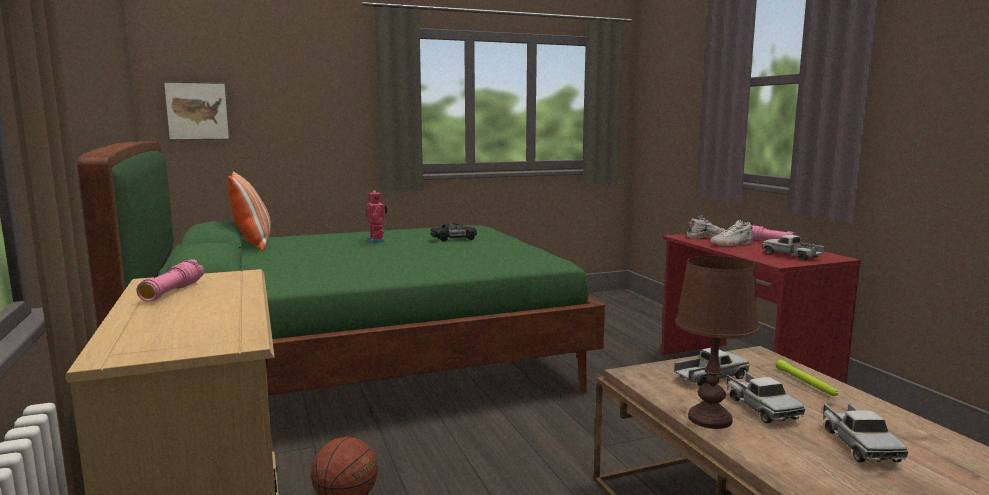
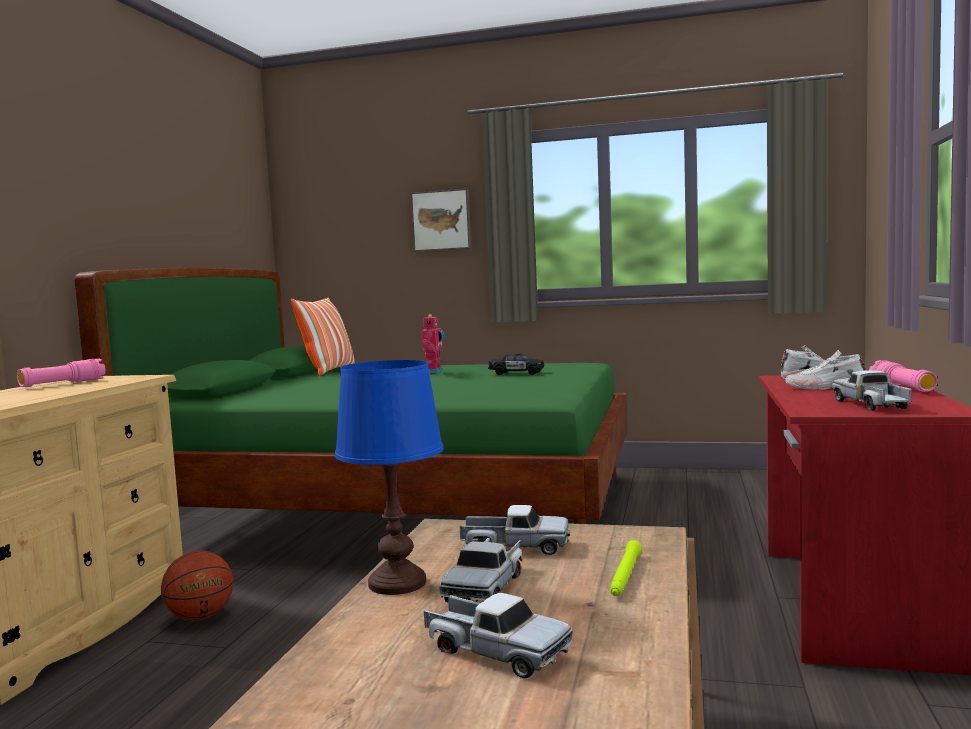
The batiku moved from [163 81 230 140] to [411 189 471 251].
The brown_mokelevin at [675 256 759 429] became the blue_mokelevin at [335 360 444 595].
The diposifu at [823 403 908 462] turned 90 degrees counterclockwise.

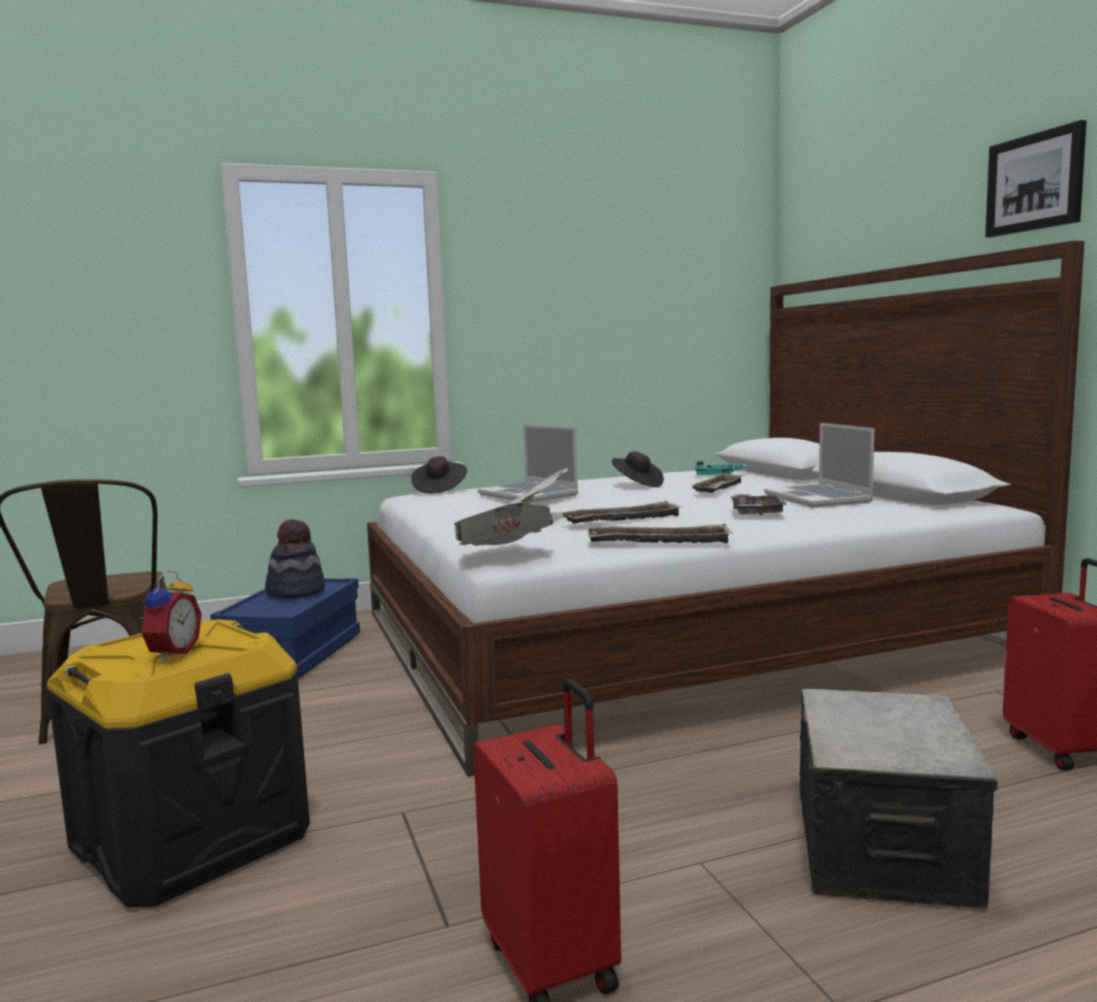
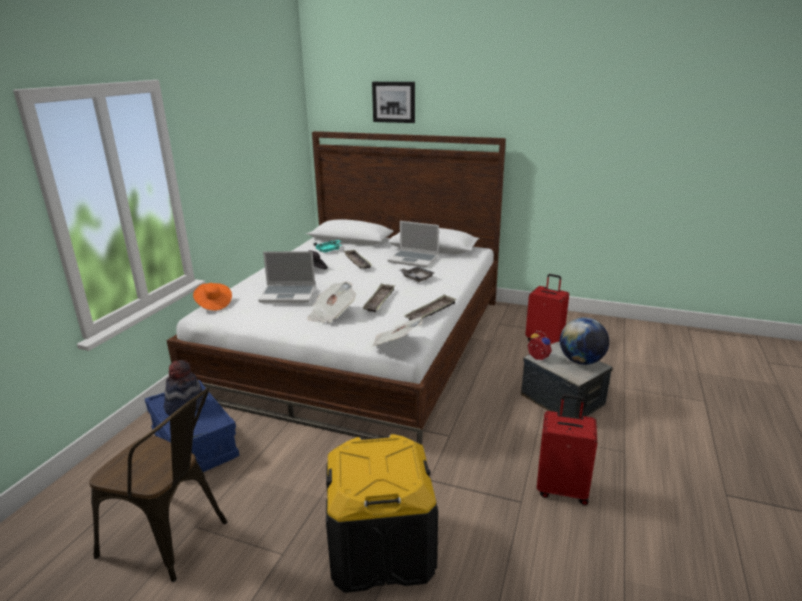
The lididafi moved from [137 570 201 661] to [528 331 552 361].
The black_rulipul at [411 456 467 494] became the orange_rulipul at [193 283 232 311].
The batiku moved from [985 120 1087 237] to [372 82 415 123].
The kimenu at [560 317 609 365] appeared.

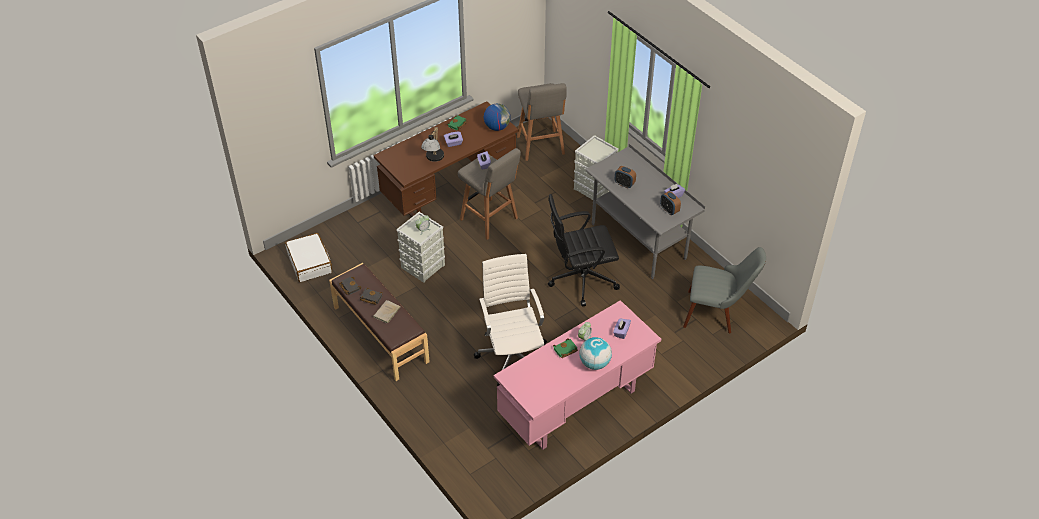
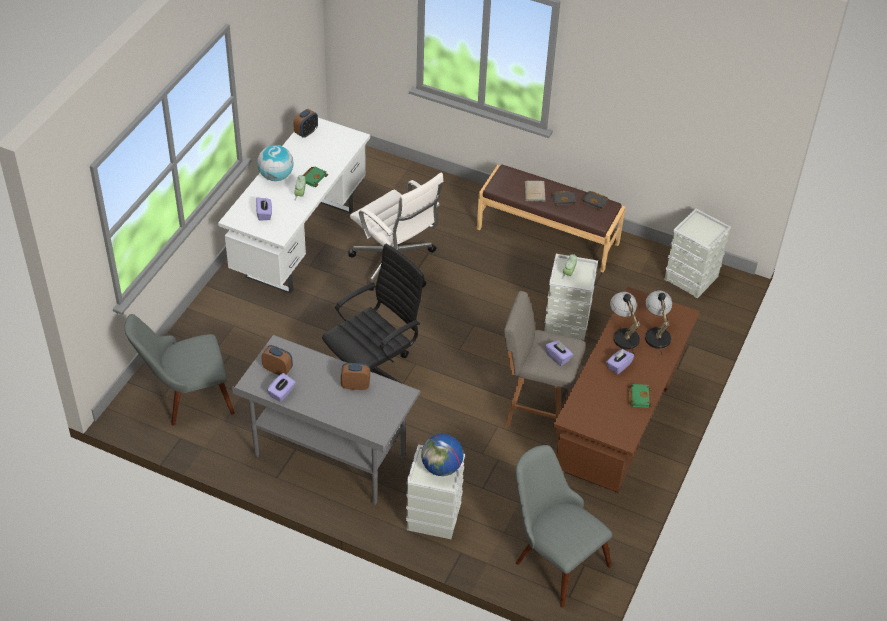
The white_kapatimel at [285 233 332 282] was replaced by the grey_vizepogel at [664 208 731 298].
The kimenu moved from [484 104 511 131] to [421 434 464 476].
The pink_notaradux at [494 300 661 450] became the white_notaradux at [218 118 370 294].
The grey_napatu at [517 83 567 161] was replaced by the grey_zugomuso at [515 445 612 608].
The lididafi at [293 109 318 138] appeared.
The mokelevin at [645 291 672 354] appeared.

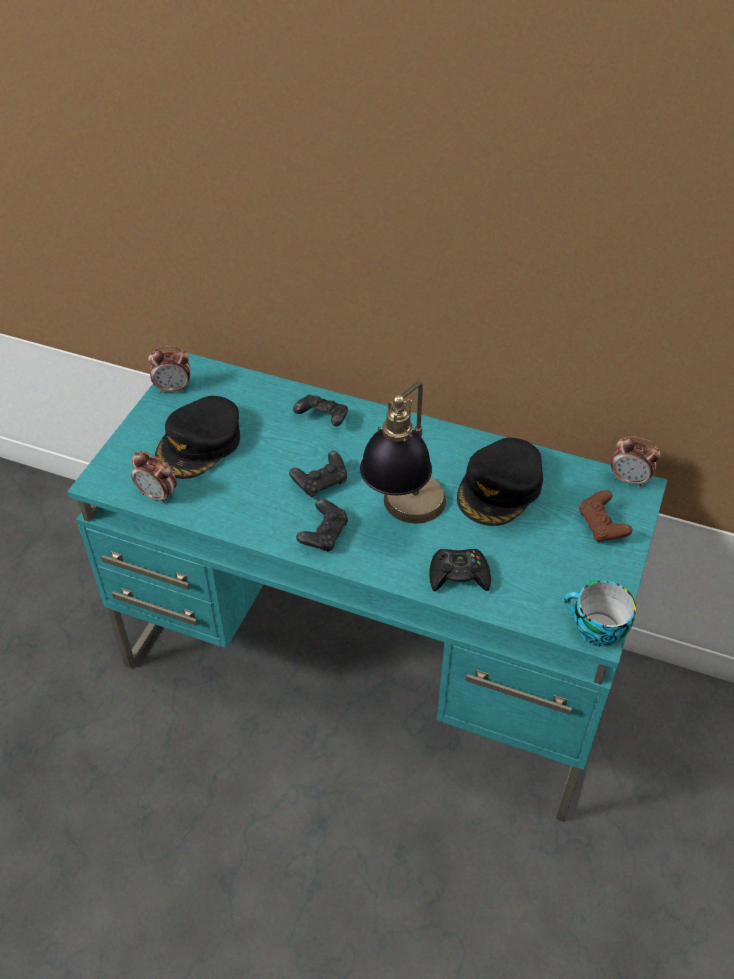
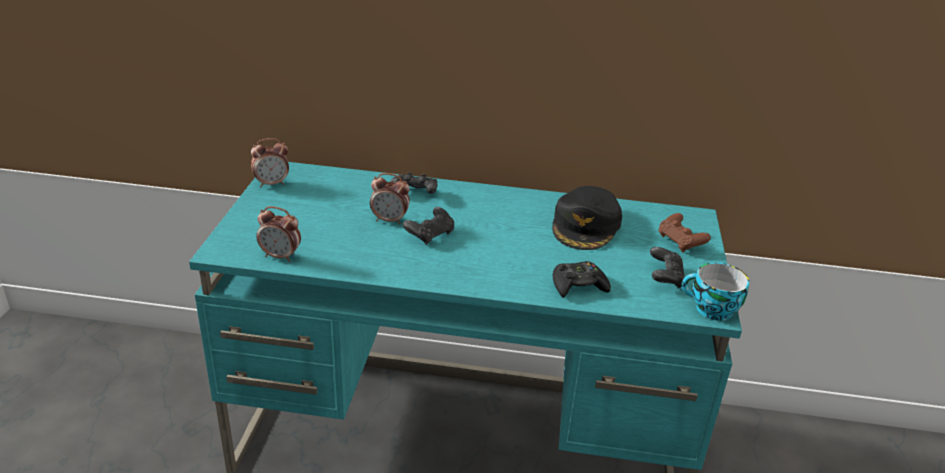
The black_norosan at [155 396 240 479] disappeared.
The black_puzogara moved from [296 499 348 552] to [650 247 685 288].
The mokelevin at [360 382 446 524] disappeared.
The lididafi moved from [611 436 661 488] to [370 173 410 225].

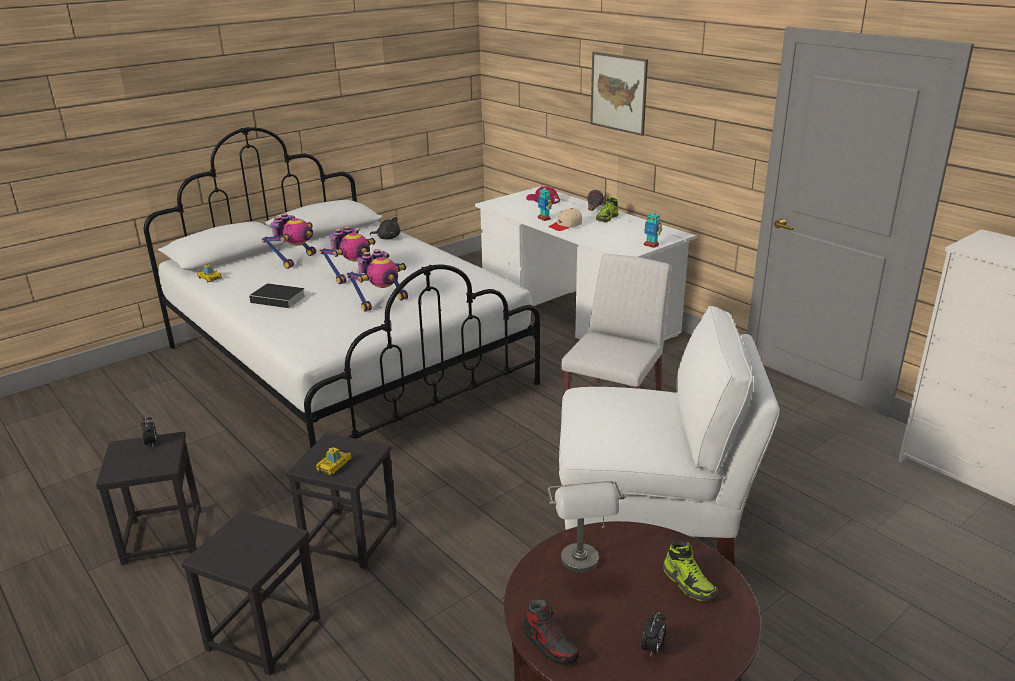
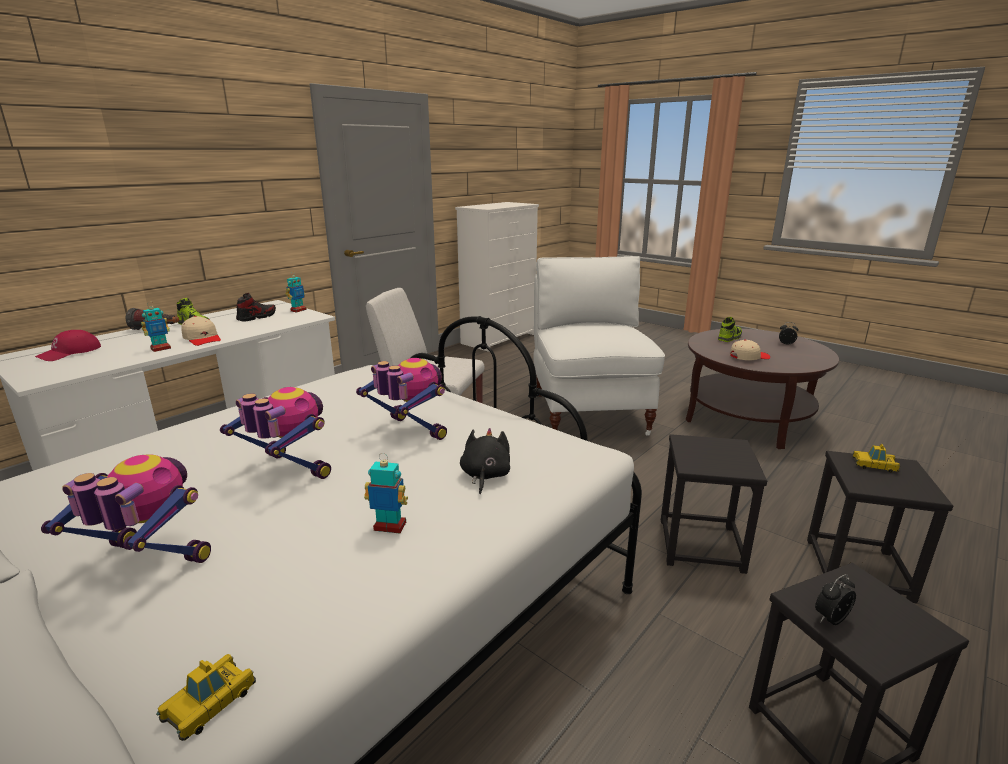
The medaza at [249 283 305 308] was replaced by the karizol at [364 453 408 533].
The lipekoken moved from [316 447 352 476] to [852 444 900 473].
The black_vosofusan moved from [370 217 400 239] to [460 428 510 494].
The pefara moved from [522 600 579 665] to [236 293 276 321].
The grey_mokelevin at [547 481 624 573] was replaced by the beige_norosan at [730 340 770 360].
The batiku at [590 52 648 136] disappeared.

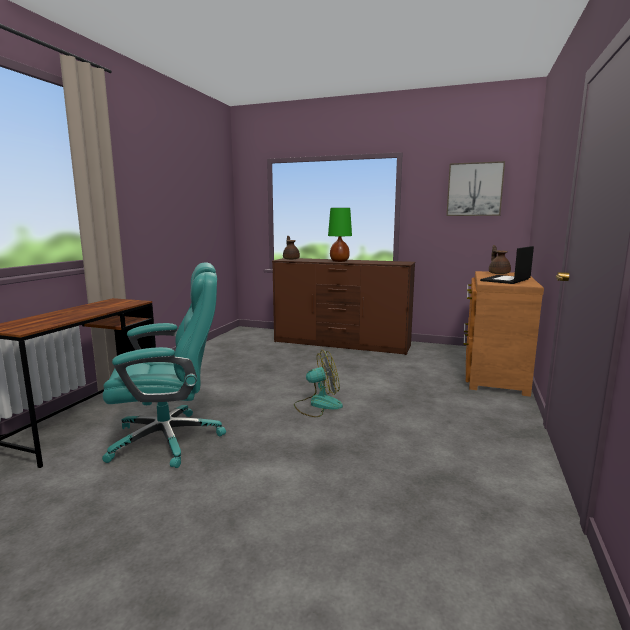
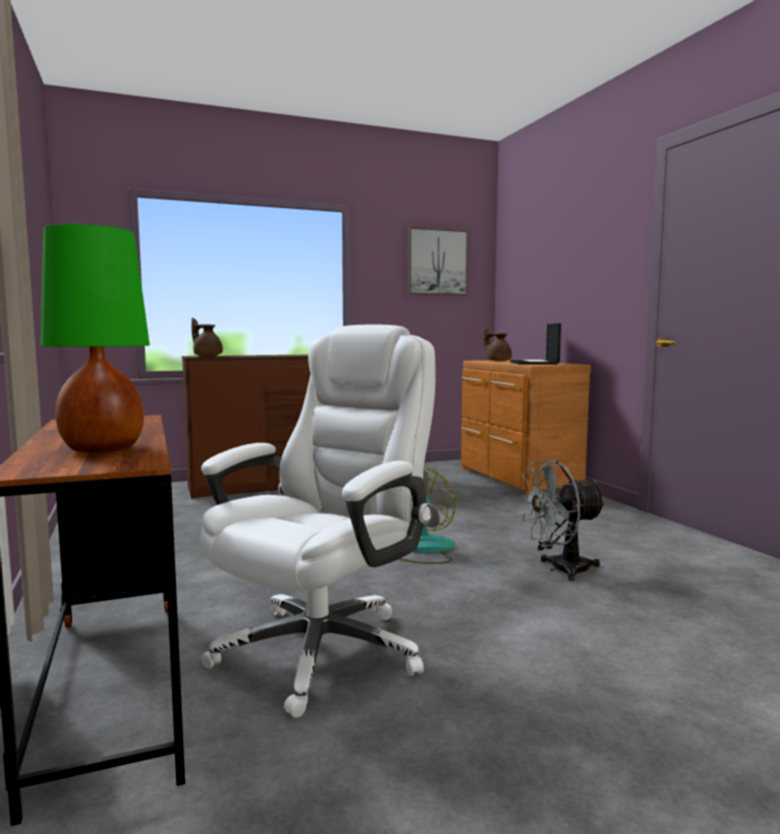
The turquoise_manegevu at [102 262 226 468] became the white_manegevu at [200 324 436 718].
The green_mokelevin moved from [328 208 352 262] to [41 224 150 453].
The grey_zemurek at [519 460 607 581] appeared.

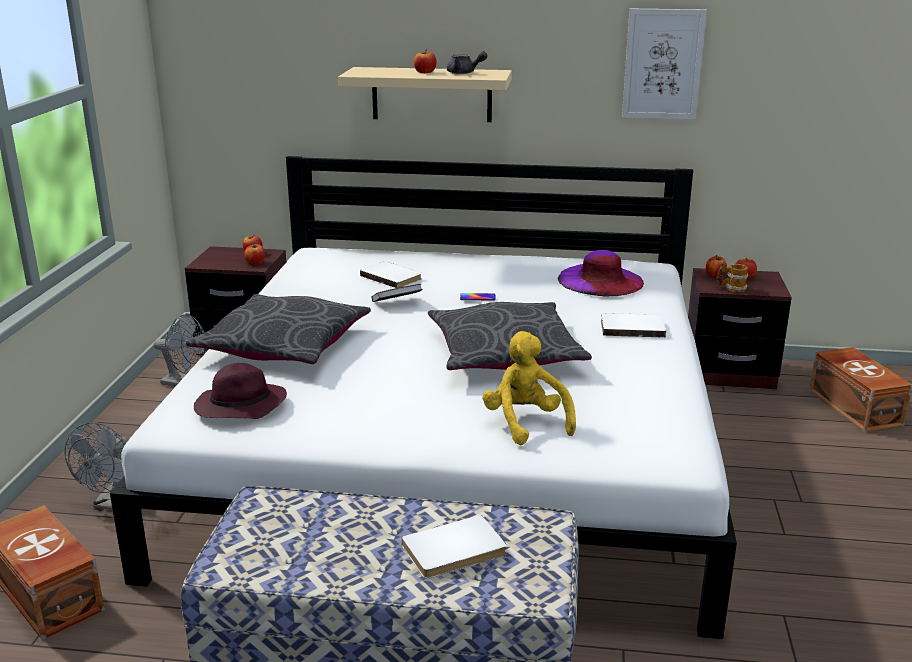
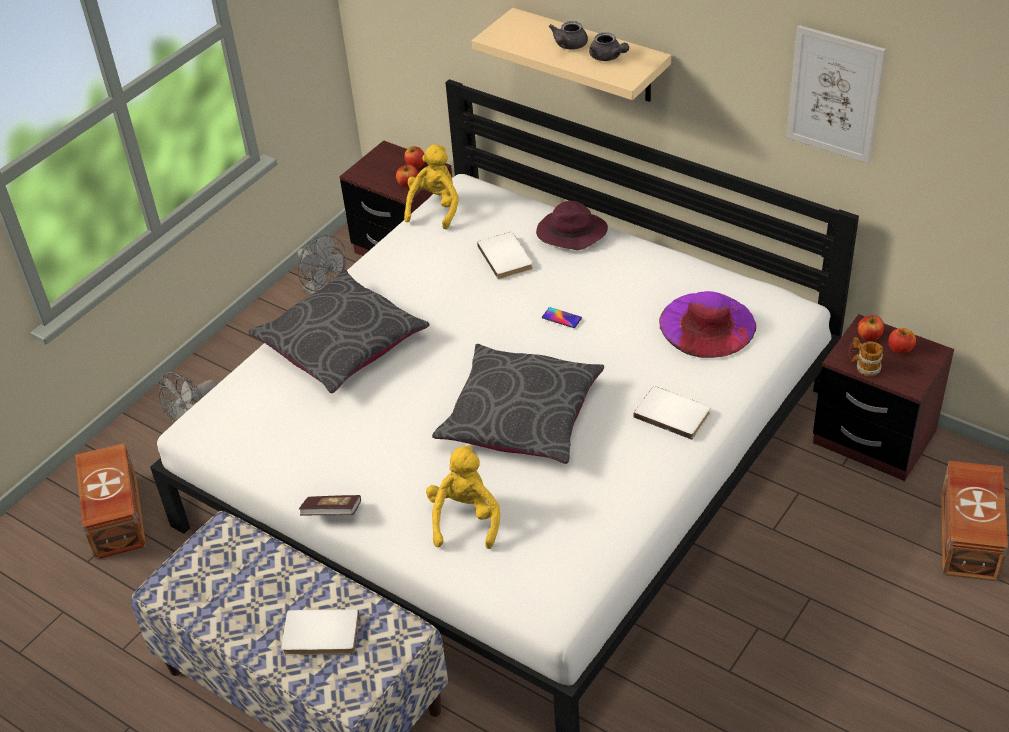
The purple_rulipul moved from [194 363 287 419] to [536 201 608 250].
The medaza moved from [372 284 423 302] to [299 495 361 515].
The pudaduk at [413 49 437 73] was replaced by the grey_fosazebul at [549 21 588 50].
The yellow_vosofusan at [404 145 459 229] appeared.

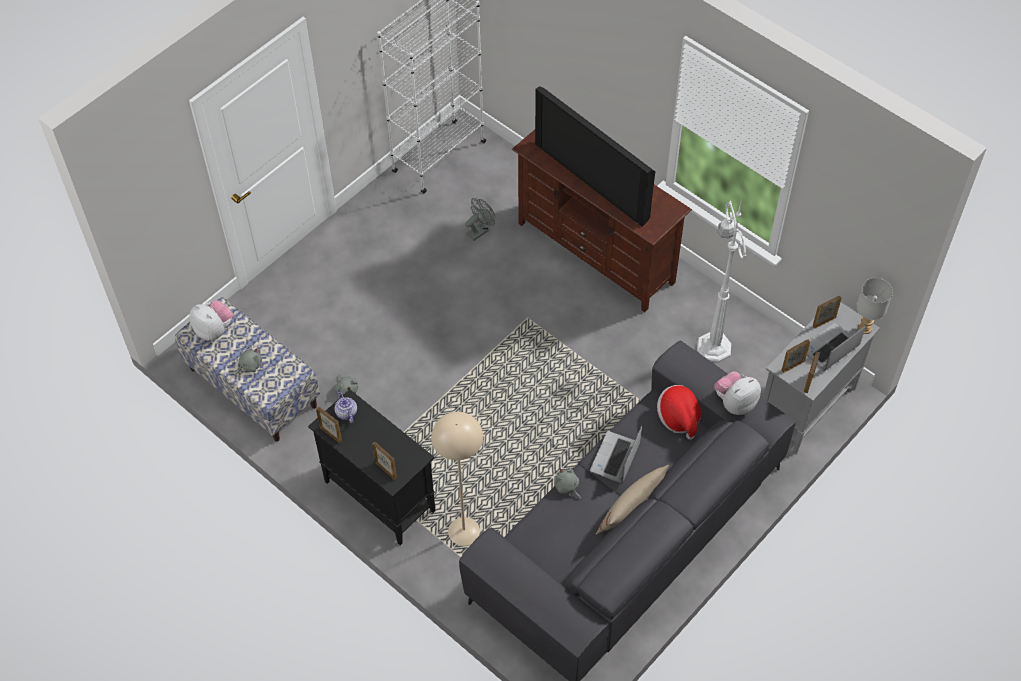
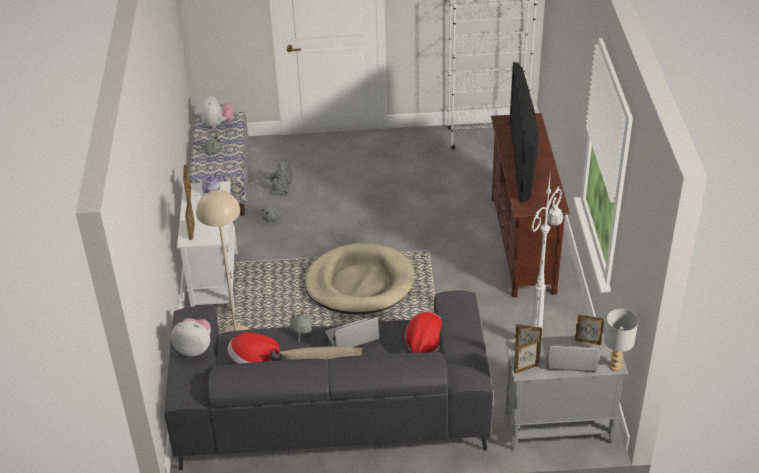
The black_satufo at [308 389 436 545] became the white_satufo at [177 181 238 312].
The grey_zemurek moved from [465 198 495 241] to [265 160 292 195].
The vosofusan moved from [714 372 761 415] to [171 318 211 356].
The rulipul at [227 332 280 364] appeared.
The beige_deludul at [305 243 414 314] appeared.

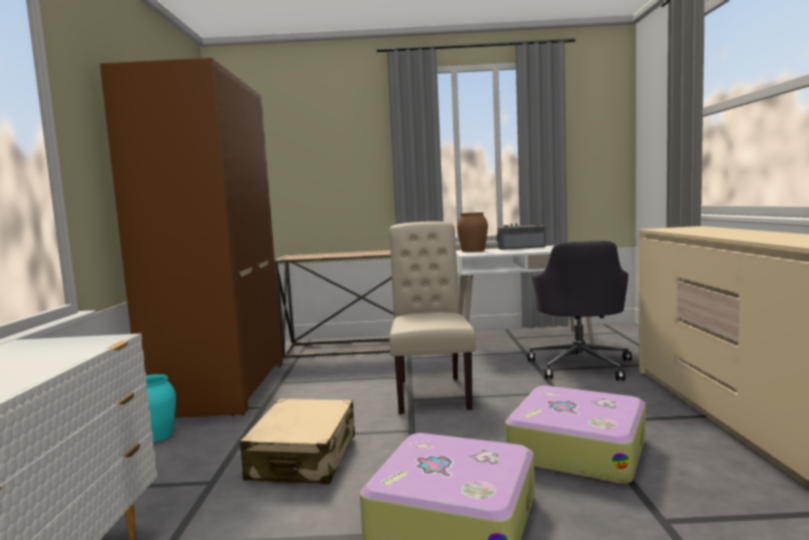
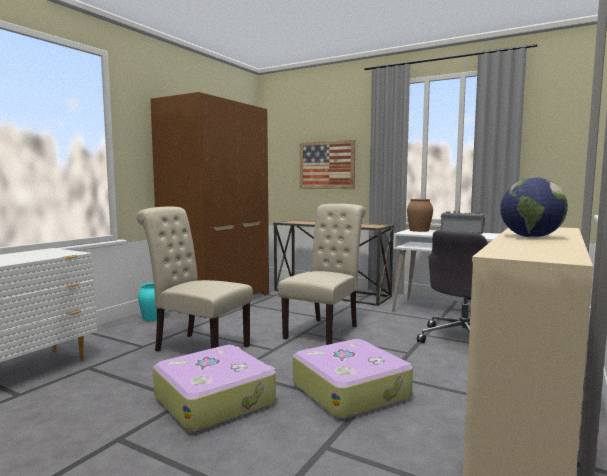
The beige_kapatimel at [240 399 355 484] was replaced by the beige_zugomuso at [136 206 253 352].
The batiku at [300 139 355 189] appeared.
The kimenu at [500 177 568 238] appeared.

